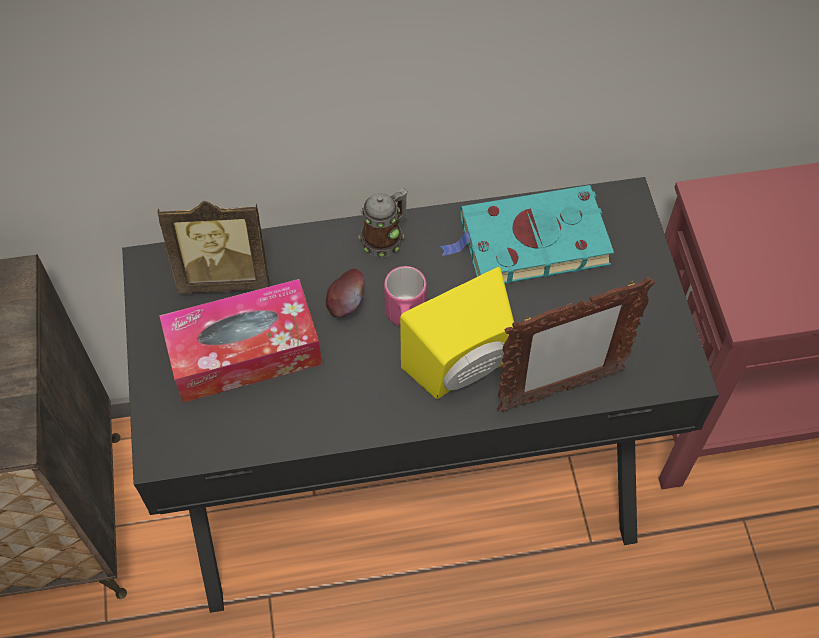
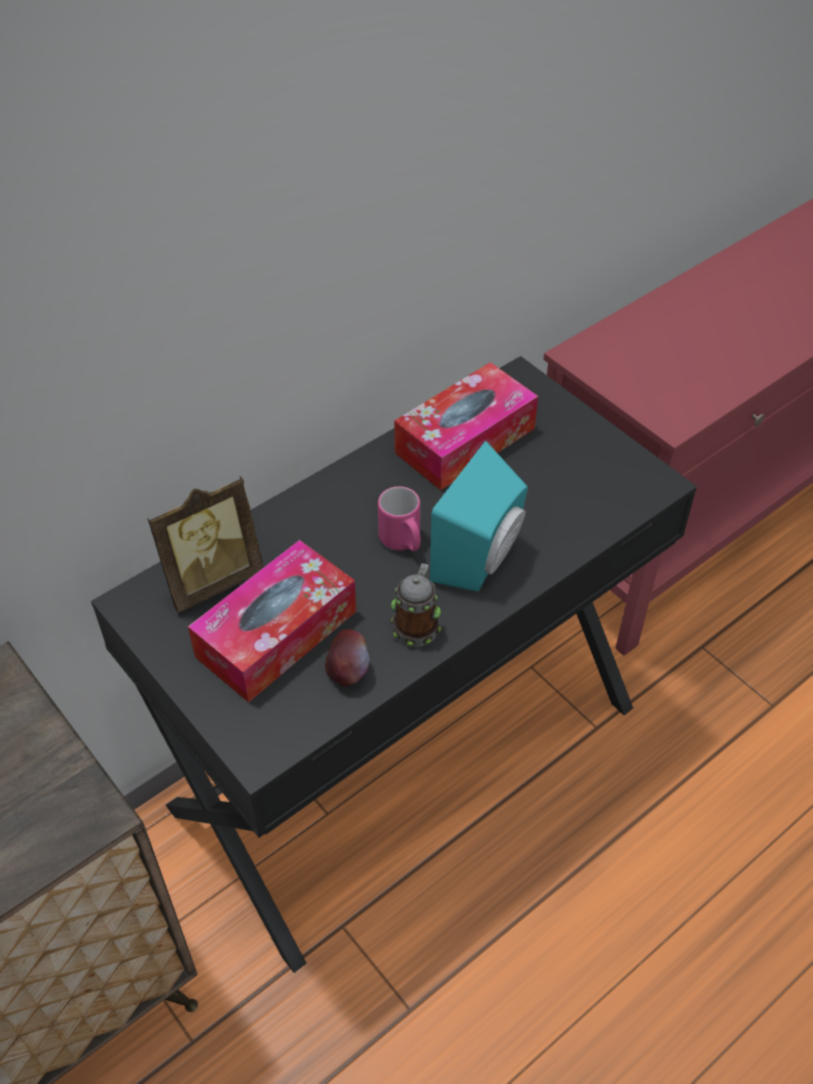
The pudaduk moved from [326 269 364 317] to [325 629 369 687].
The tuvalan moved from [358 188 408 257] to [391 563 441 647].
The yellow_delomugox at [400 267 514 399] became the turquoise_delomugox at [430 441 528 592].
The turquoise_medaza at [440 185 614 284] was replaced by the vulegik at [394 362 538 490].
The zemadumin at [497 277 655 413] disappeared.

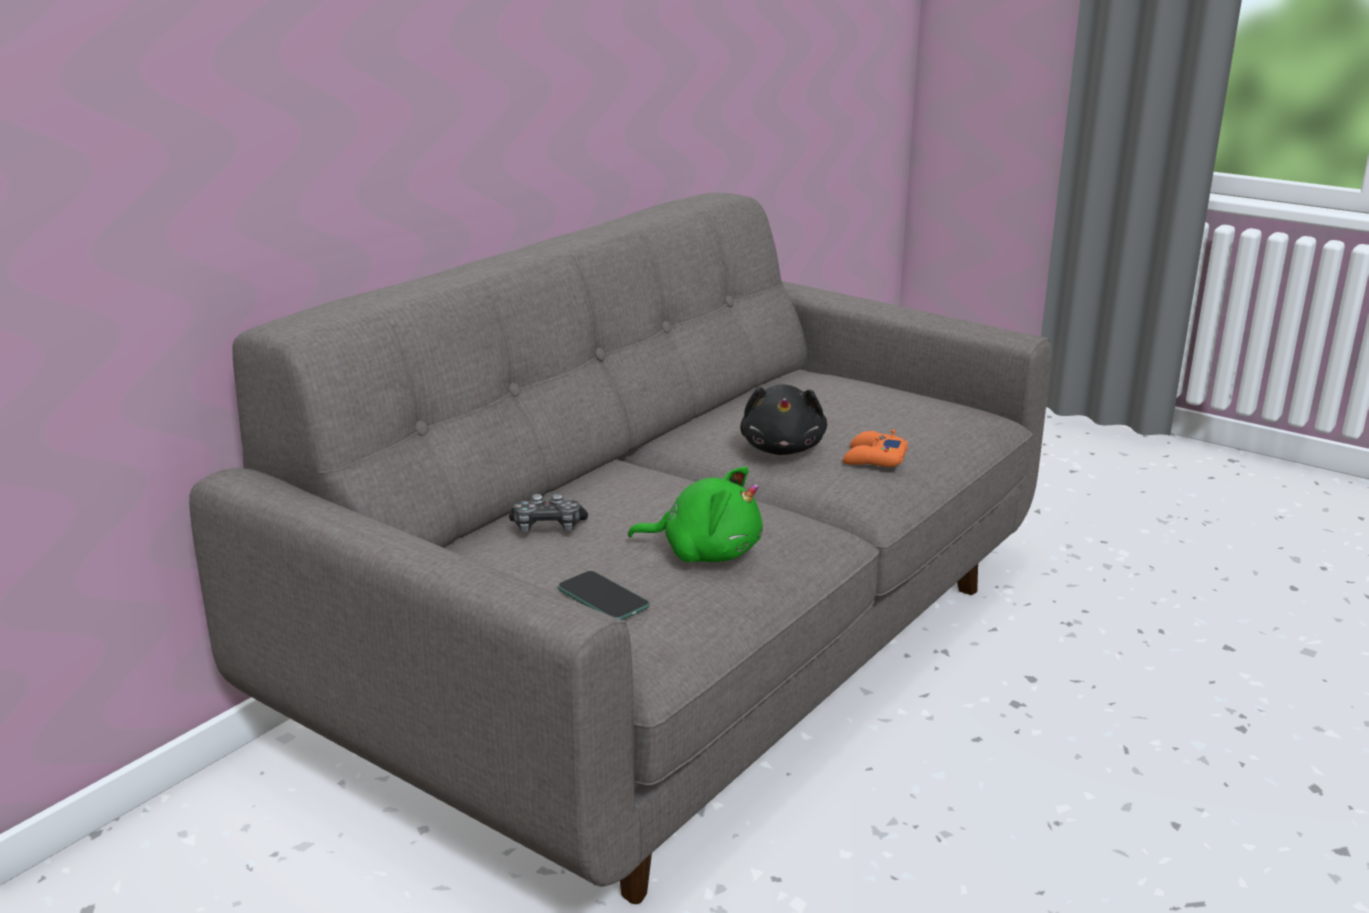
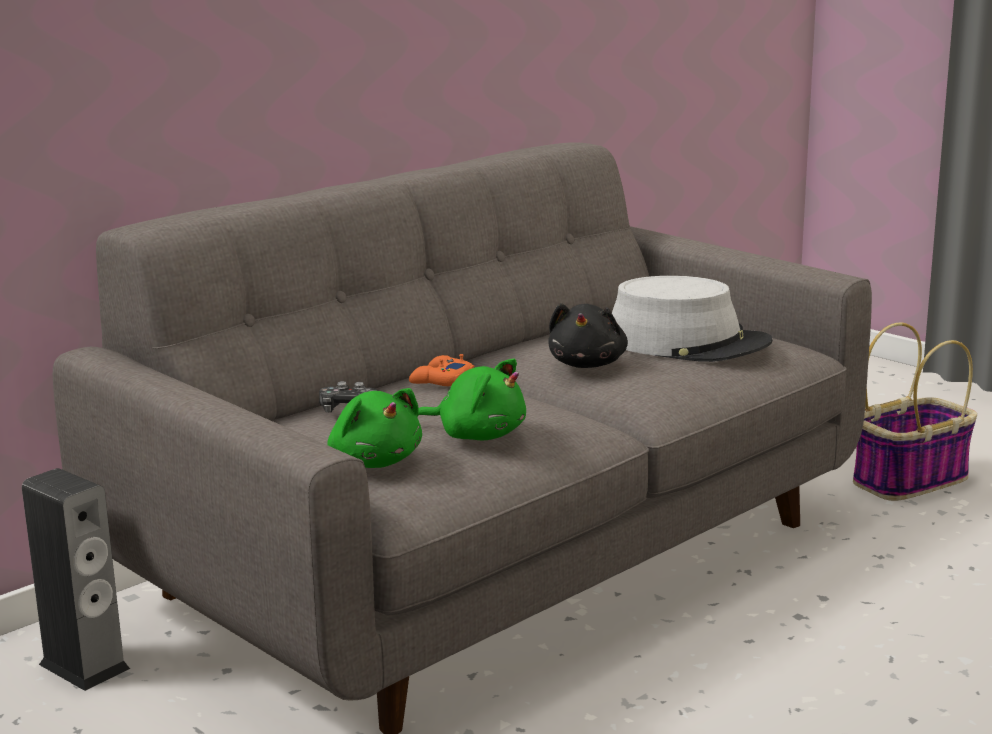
The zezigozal at [558 571 650 620] was replaced by the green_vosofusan at [327 388 422 468].
The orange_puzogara moved from [843 429 908 467] to [409 354 475 386].
The delomugox at [22 468 130 691] appeared.
The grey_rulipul at [612 276 773 362] appeared.
The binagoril at [853 322 977 501] appeared.

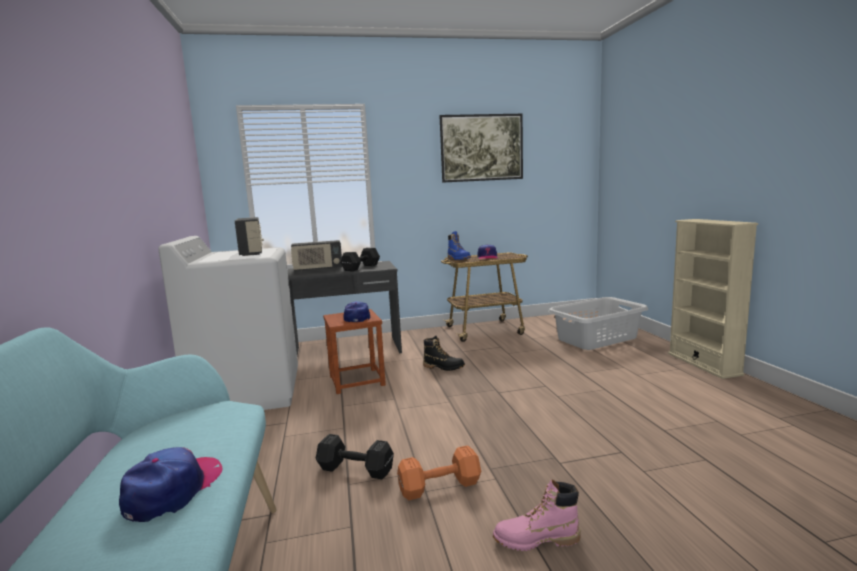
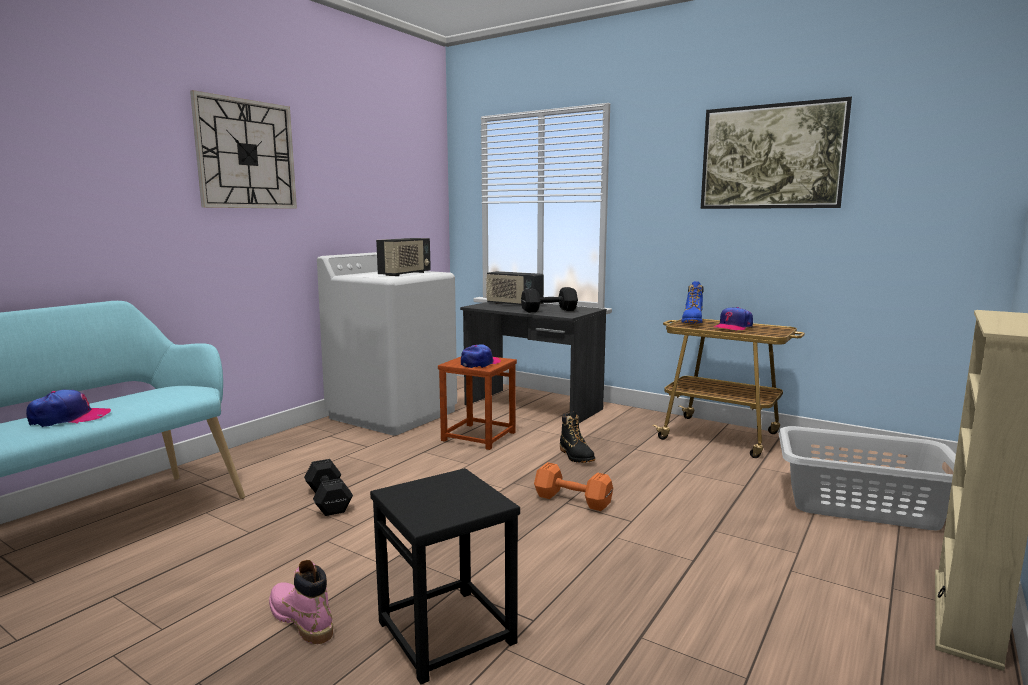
The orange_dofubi moved from [397 445 481 500] to [534 462 613 511].
The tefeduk at [190 90 297 209] appeared.
The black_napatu at [370 468 520 685] appeared.

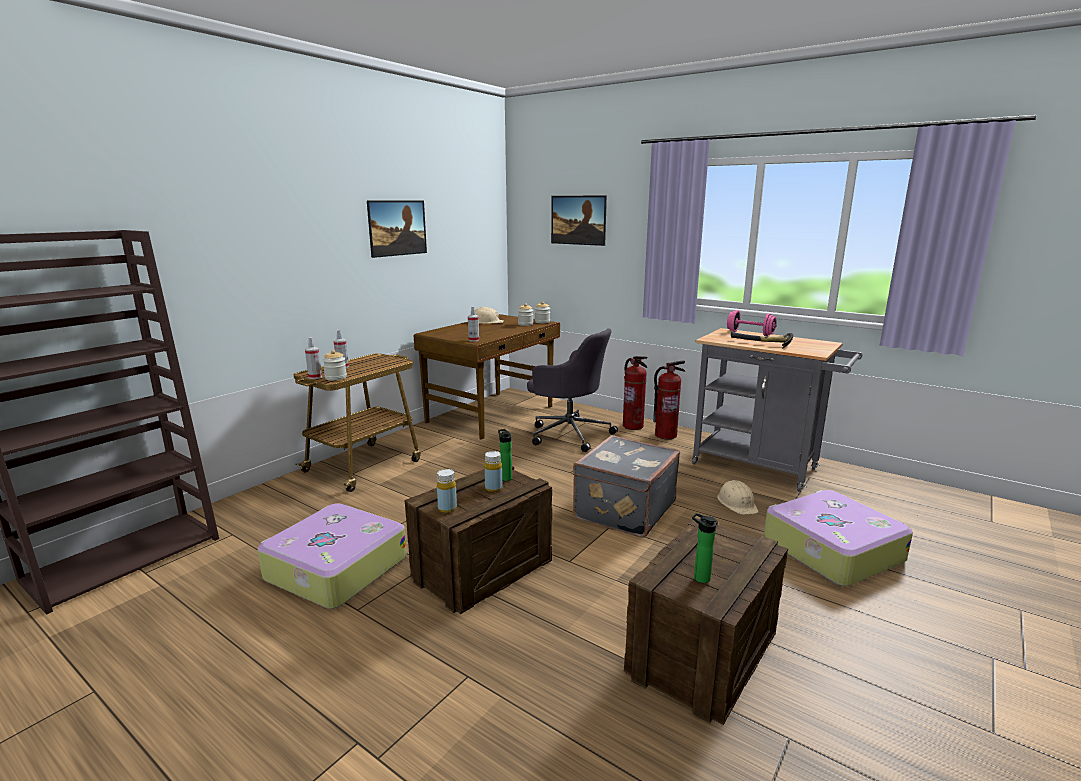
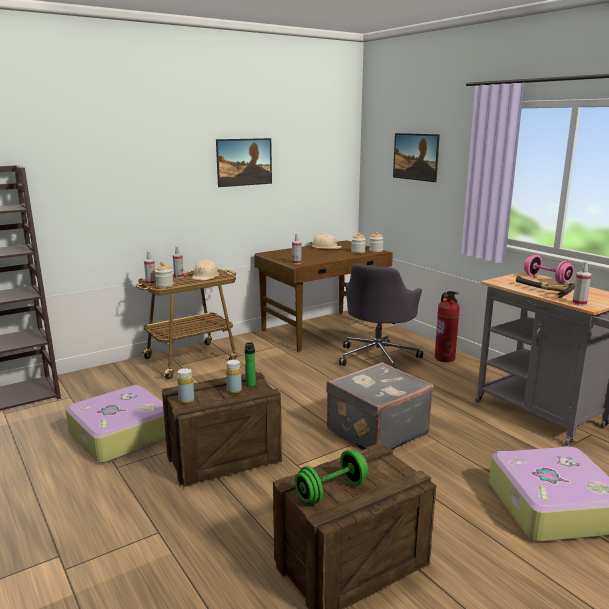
The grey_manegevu at [527 328 618 452] turned 60 degrees clockwise.
The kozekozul at [653 360 685 440] disappeared.
The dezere at [692 513 717 583] was replaced by the green_dofubi at [295 450 368 504].
The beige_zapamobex moved from [717 480 758 515] to [192 259 219 280].
The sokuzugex at [572 262 592 306] appeared.

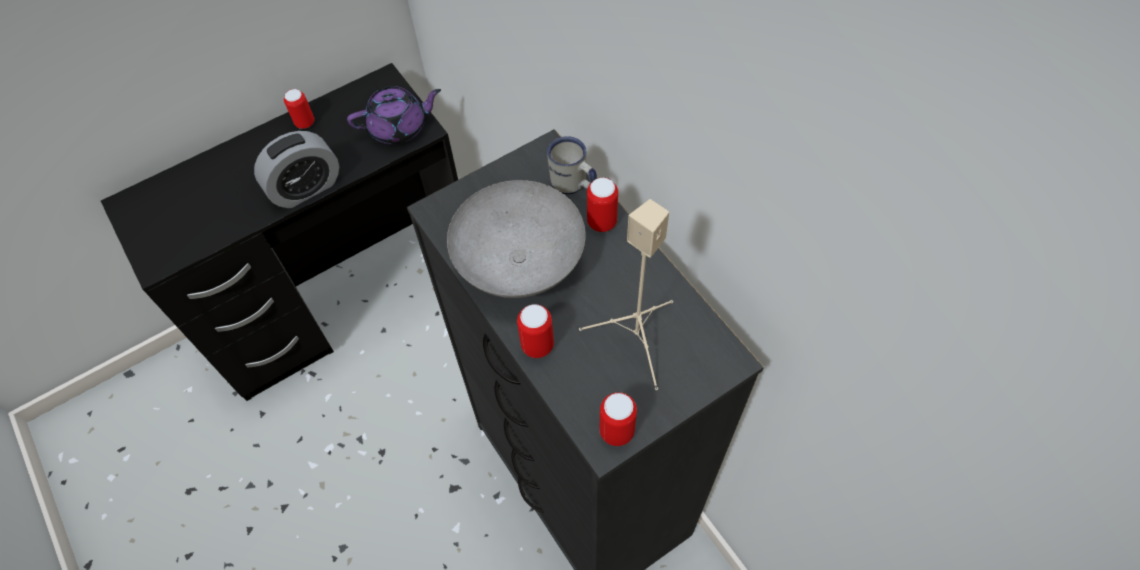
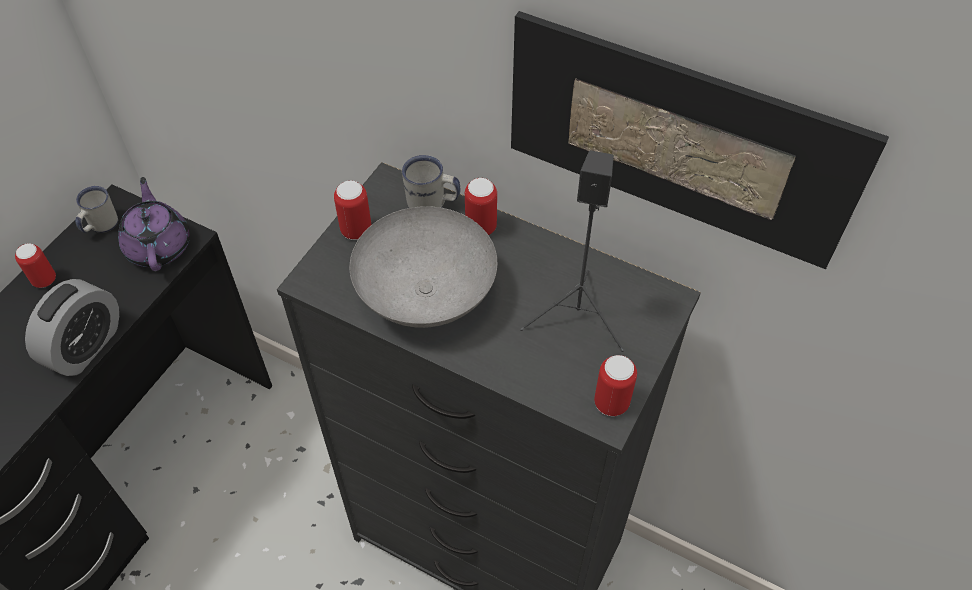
The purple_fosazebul at [347 86 441 144] turned 60 degrees counterclockwise.
The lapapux moved from [517 304 554 358] to [334 180 372 240].
The beige_delomugox at [579 199 673 390] became the black_delomugox at [520 150 624 352].
The white_tuvalan at [75 186 118 233] appeared.
The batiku at [511 11 889 269] appeared.

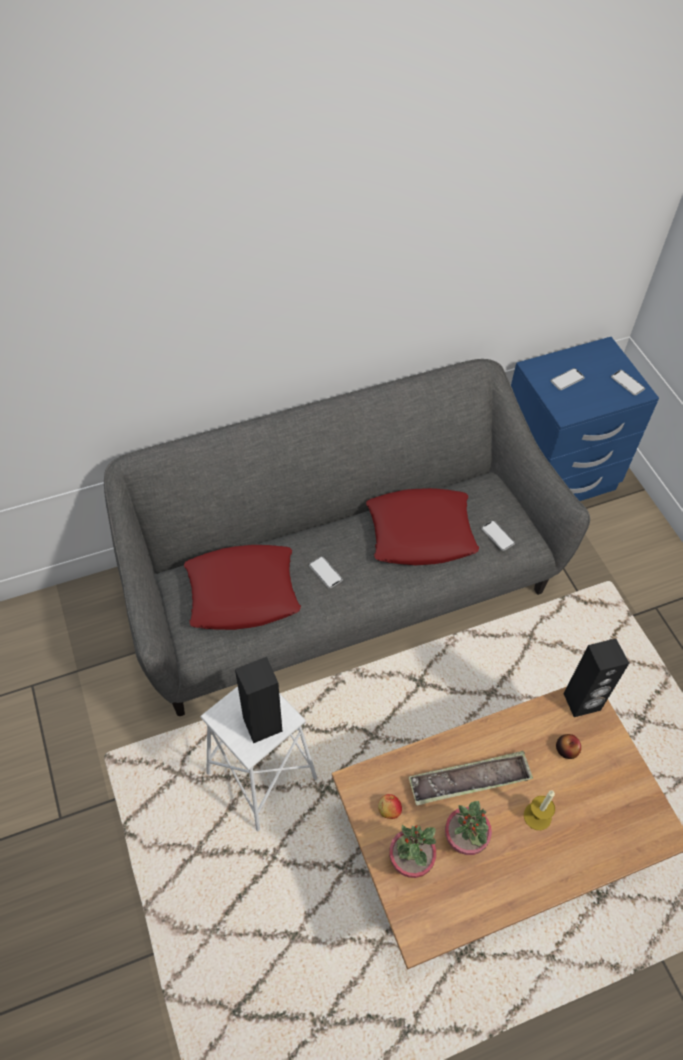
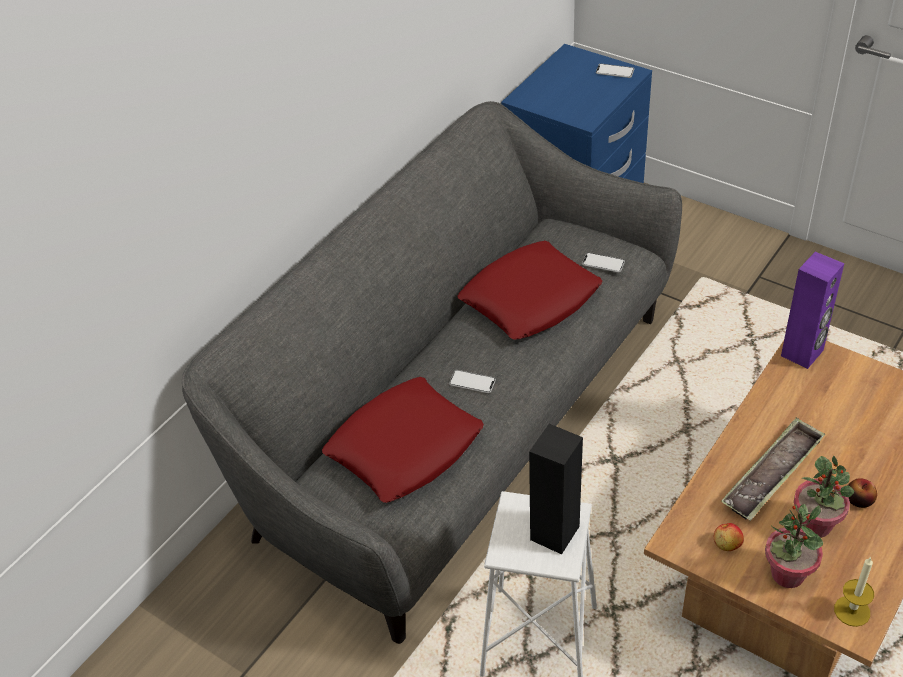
The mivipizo moved from [524 790 555 830] to [834 557 874 627].
The zezigozal at [551 368 585 390] disappeared.
The pudaduk moved from [556 734 581 759] to [848 478 877 508].
The black_delomugox at [564 638 629 717] became the purple_delomugox at [781 252 844 369].

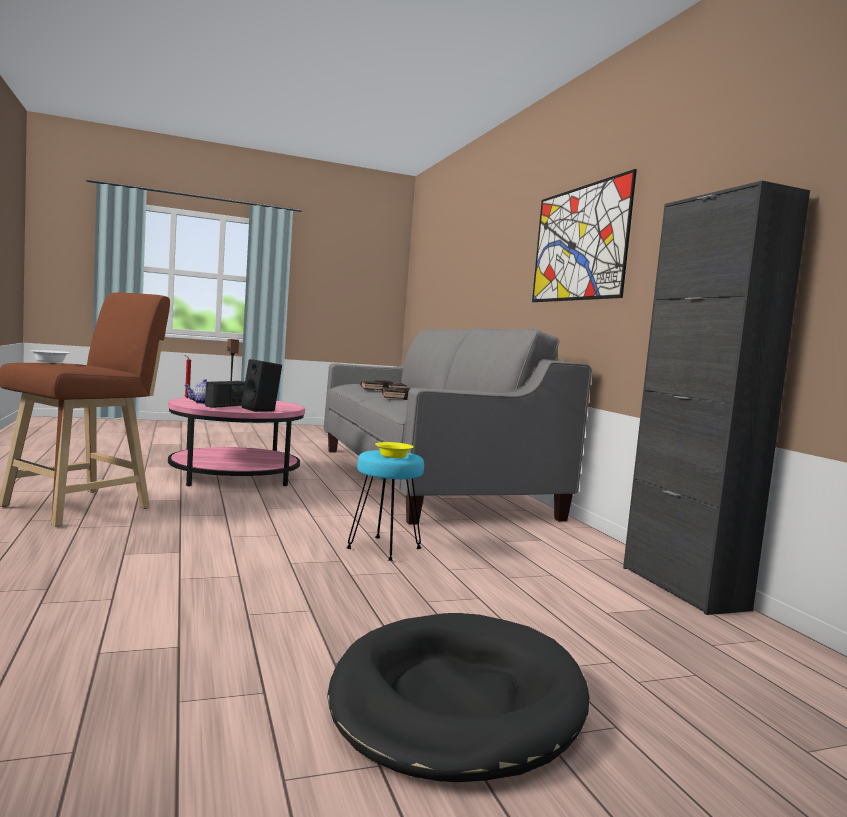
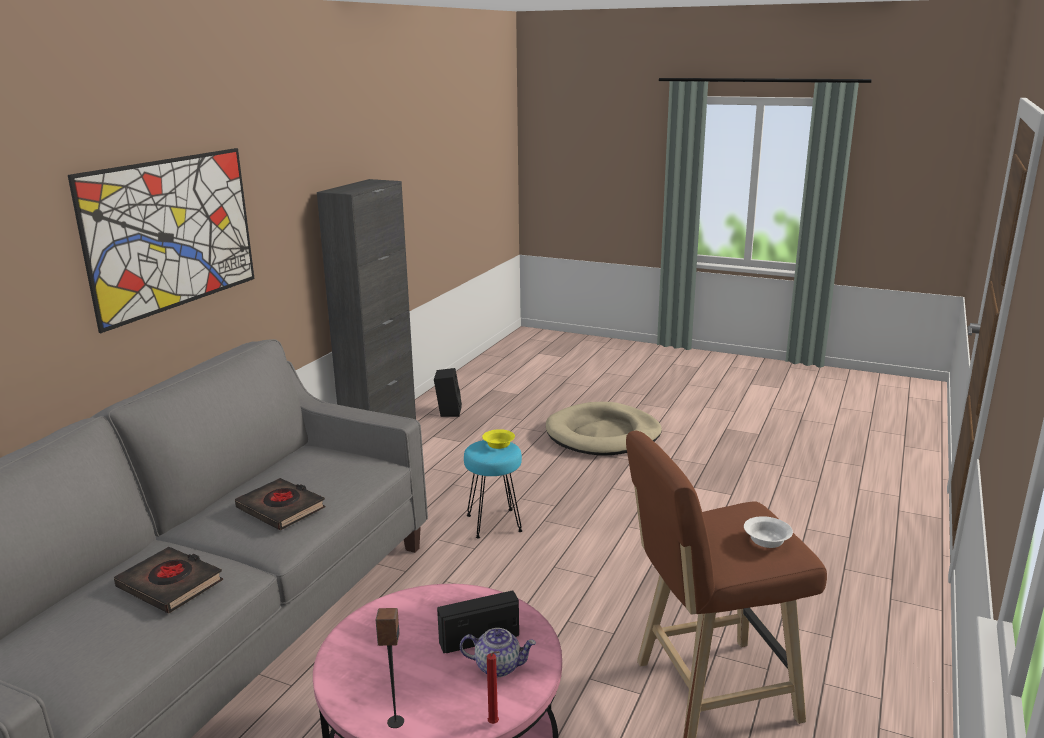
The black_delomugox moved from [241 359 282 412] to [434 368 462 417].
The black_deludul at [327 613 589 782] became the beige_deludul at [546 402 662 456].

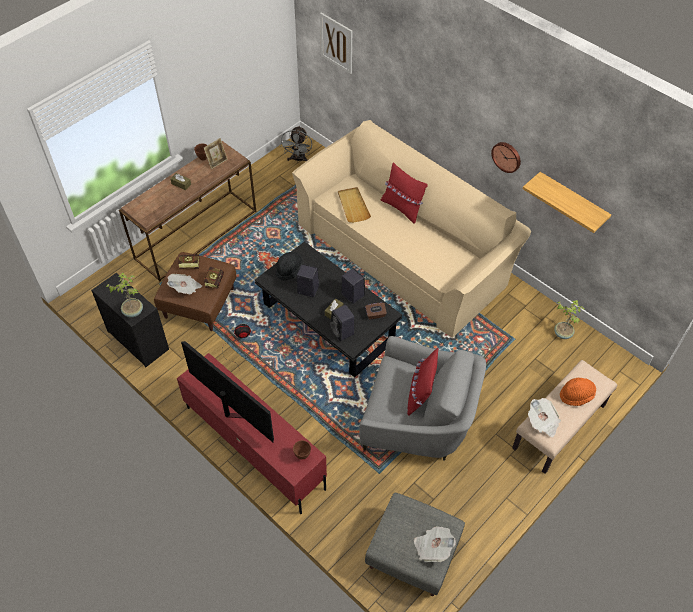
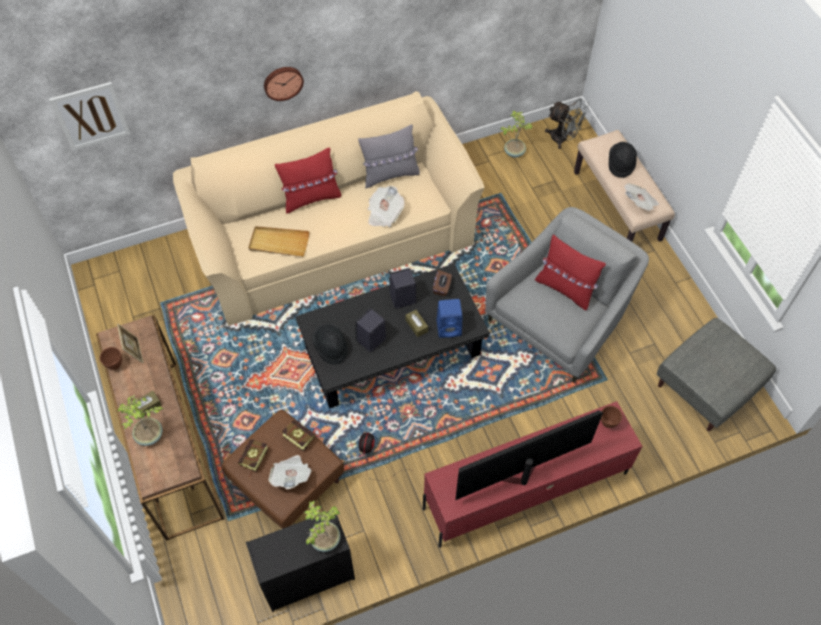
The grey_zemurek moved from [280 126 312 163] to [545 99 589 149].
The black_delomugox at [330 305 354 341] became the blue_delomugox at [437 299 462 338].
The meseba moved from [414 526 456 562] to [368 186 405 227].
The tefeduk moved from [491 142 521 173] to [264 67 304 101].
The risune at [522 172 611 233] disappeared.
The orange_rulipul at [560 378 596 406] became the black_rulipul at [609 142 637 178].
The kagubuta at [118 395 163 446] appeared.
The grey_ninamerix at [358 125 420 188] appeared.

